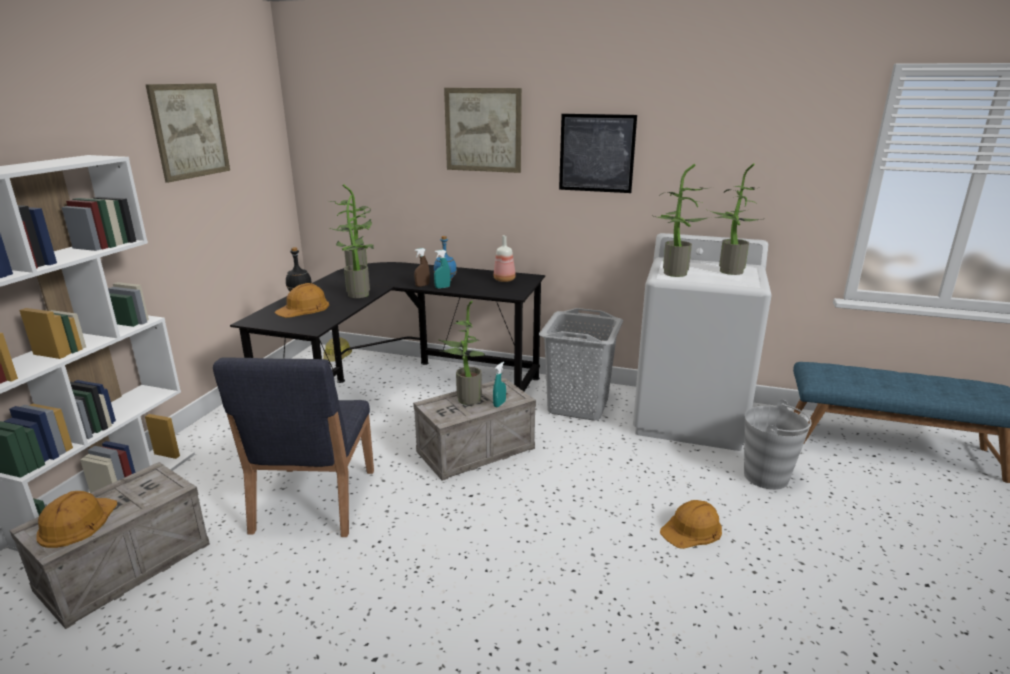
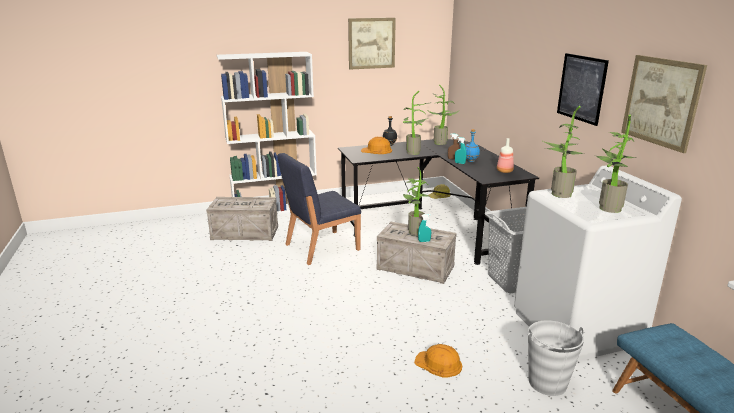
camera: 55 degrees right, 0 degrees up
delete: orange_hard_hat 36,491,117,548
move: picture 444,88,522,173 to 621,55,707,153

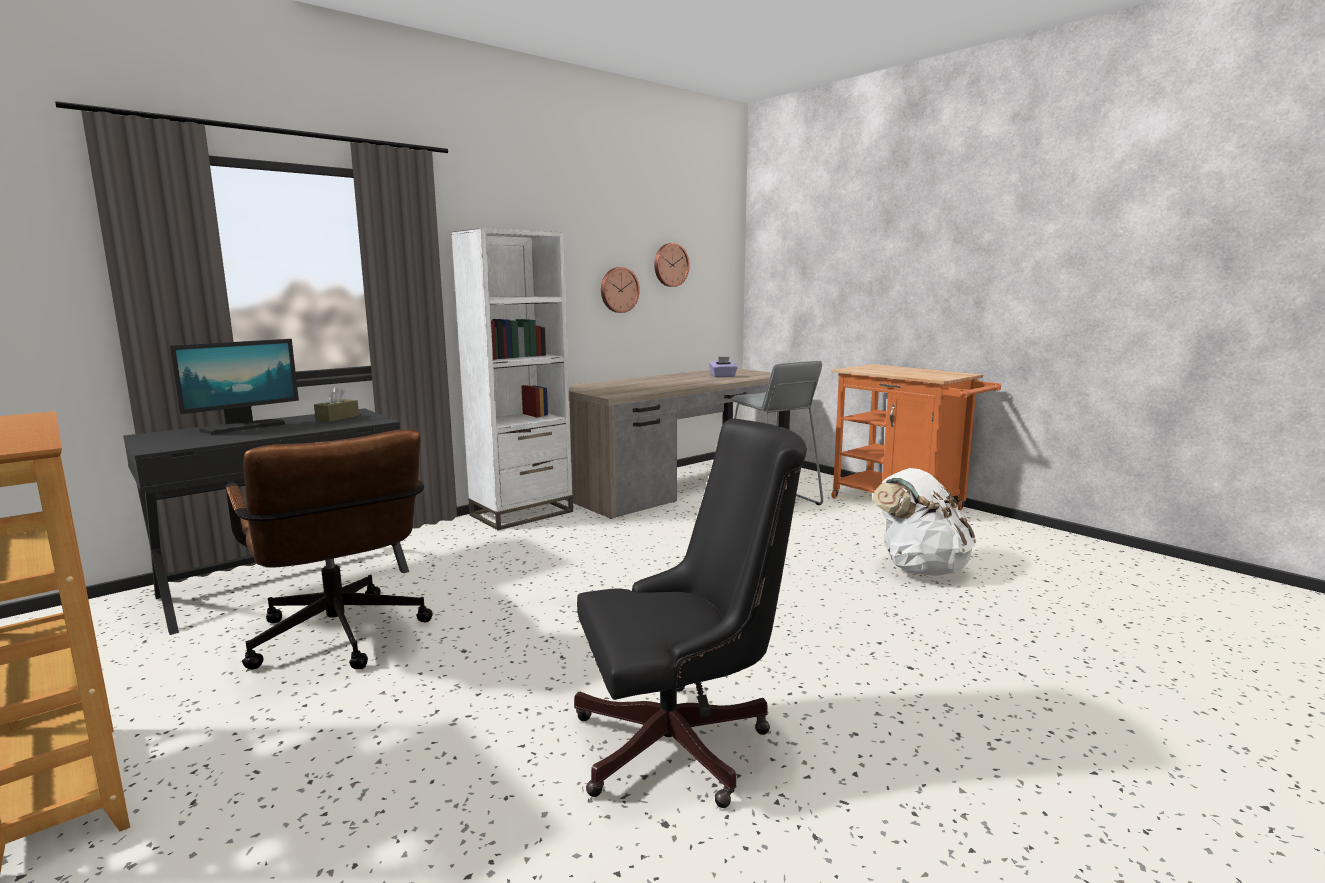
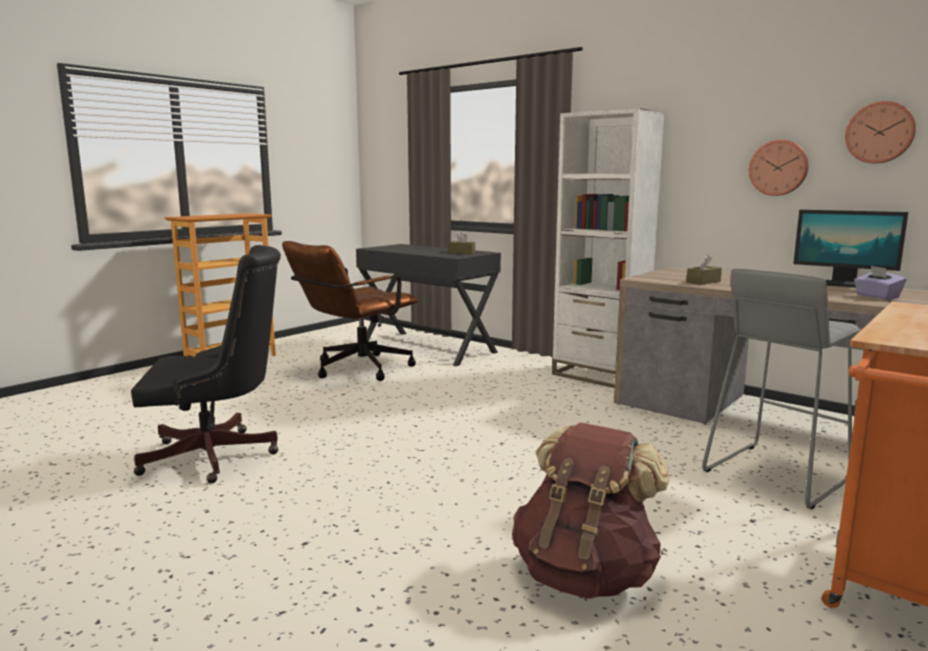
camera: 80 degrees right, 0 degrees up
insert: brown_tissue_box 686,254,722,285
move: monitor 169,339,299,435 to 793,210,908,288
recolor: white_backpack 872,468,976,576 to brown_backpack 512,422,670,599
rotate: black_office_chair 574,419,807,808 = 131,245,281,483 75 degrees counterclockwise

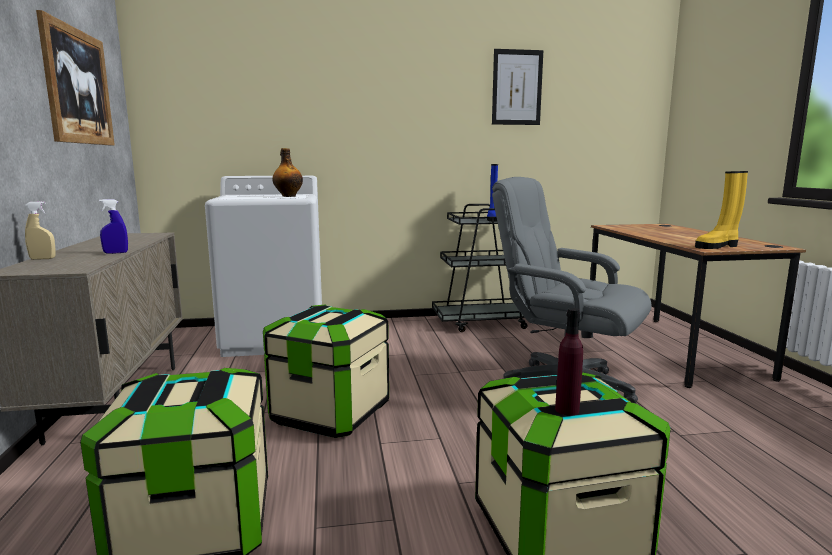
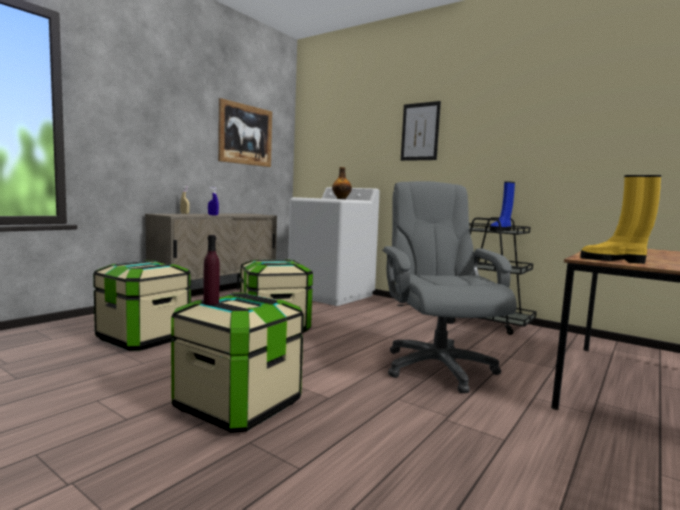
camera: 45 degrees right, 5 degrees down
move: picture 492,49,543,125 to 401,101,441,161

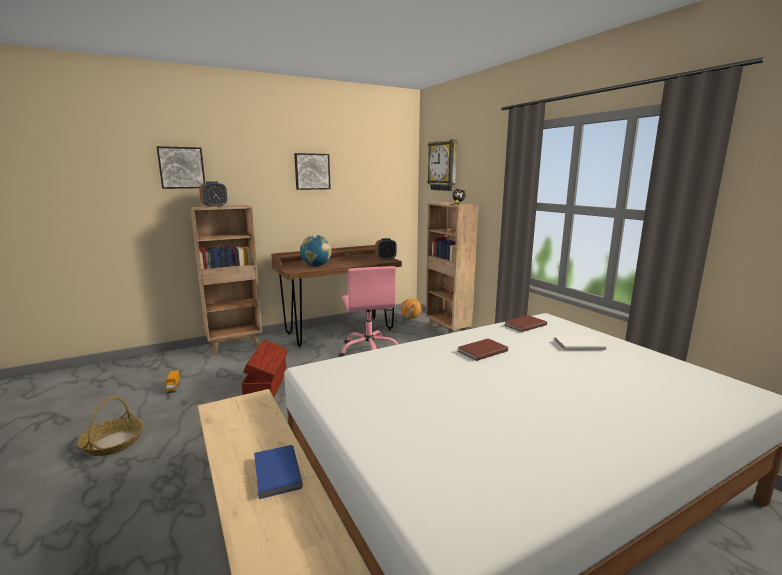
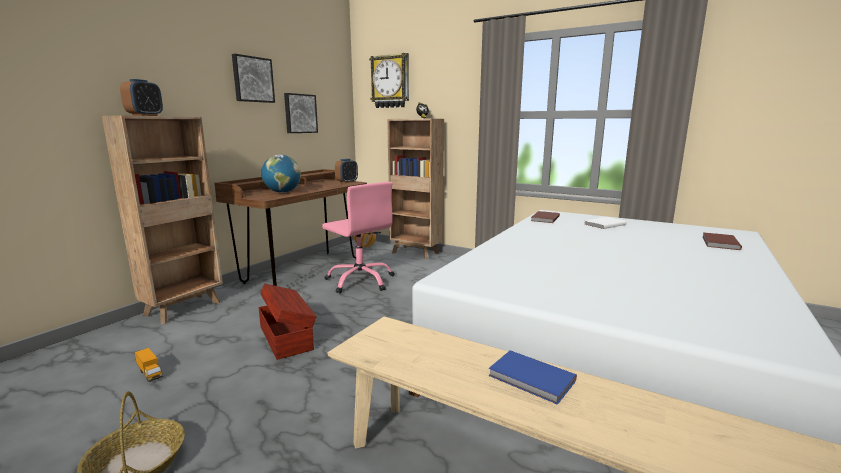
camera: 30 degrees left, 0 degrees up
move: picture 156,146,205,189 to 284,93,318,133; brown_book 458,338,508,361 to 702,232,742,250

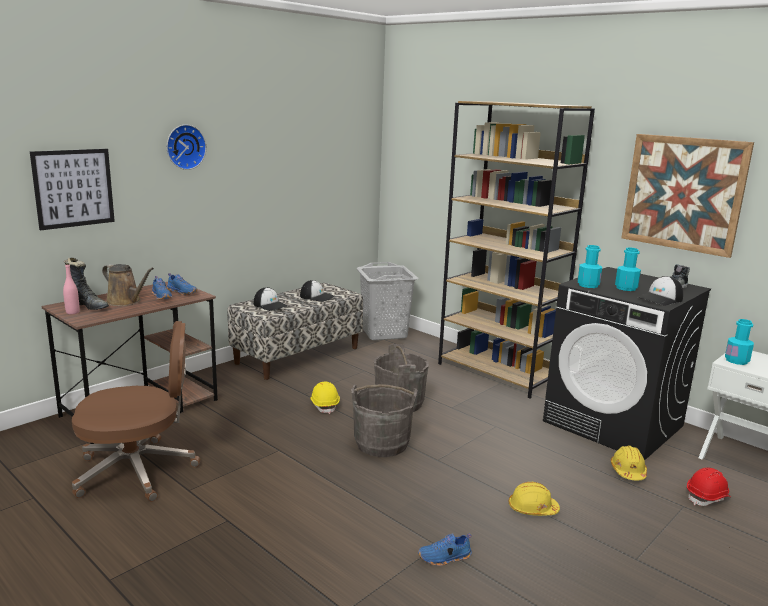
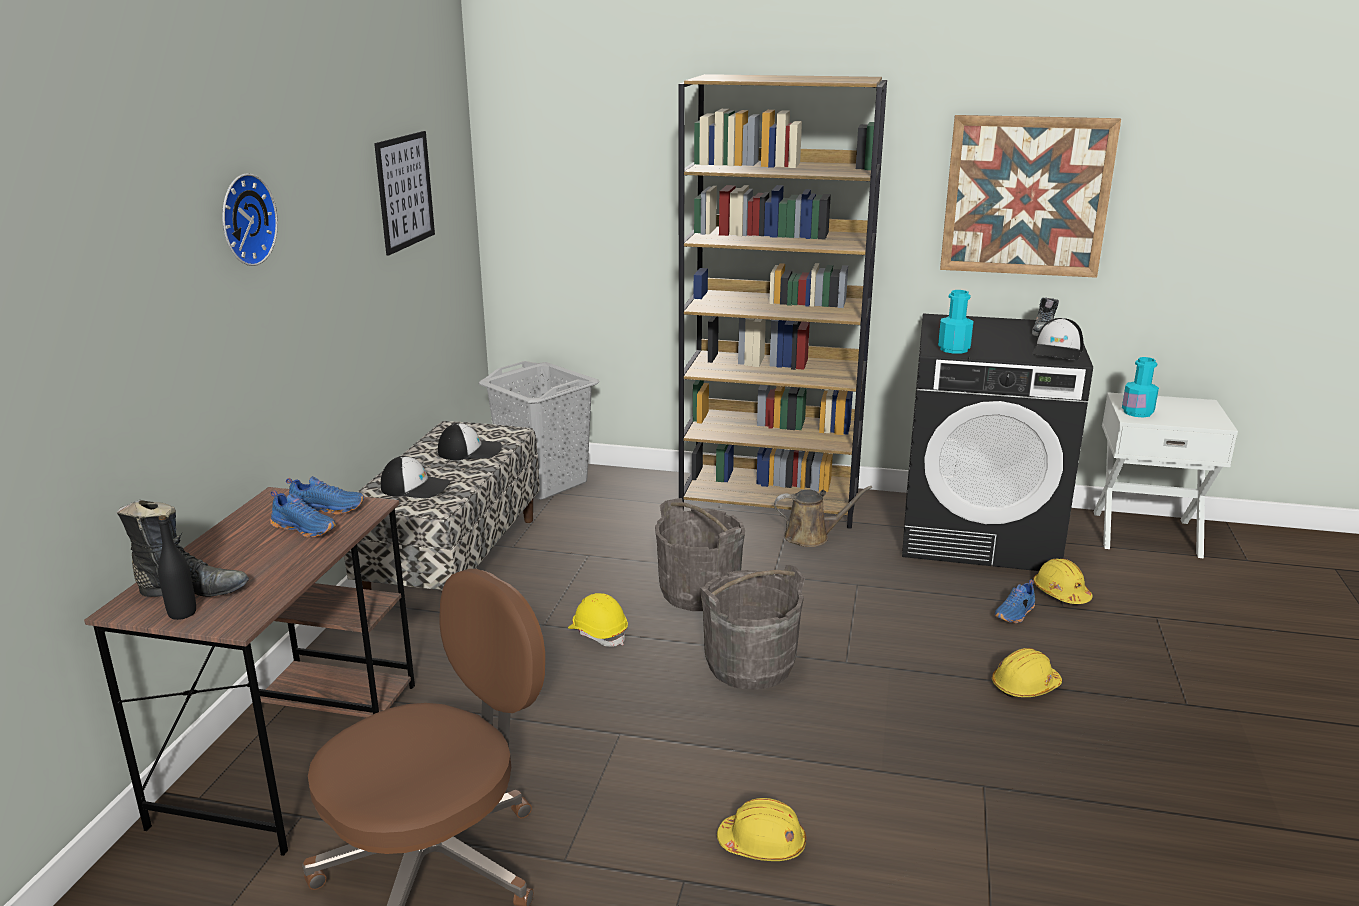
camera: 30 degrees left, 5 degrees up
delete: turquoise_bottle 615,248,641,291; red_hard_hat 687,468,731,506
insert: yellow_hard_hat 717,798,806,861
move: picture 30,149,115,230 to 374,131,435,255; brown_watering_can 102,264,154,306 to 774,486,872,547; blue_shoe 418,533,472,566 to 994,580,1035,623
recolor: pink_bottle 63,263,80,314 to black_bottle 158,515,196,620

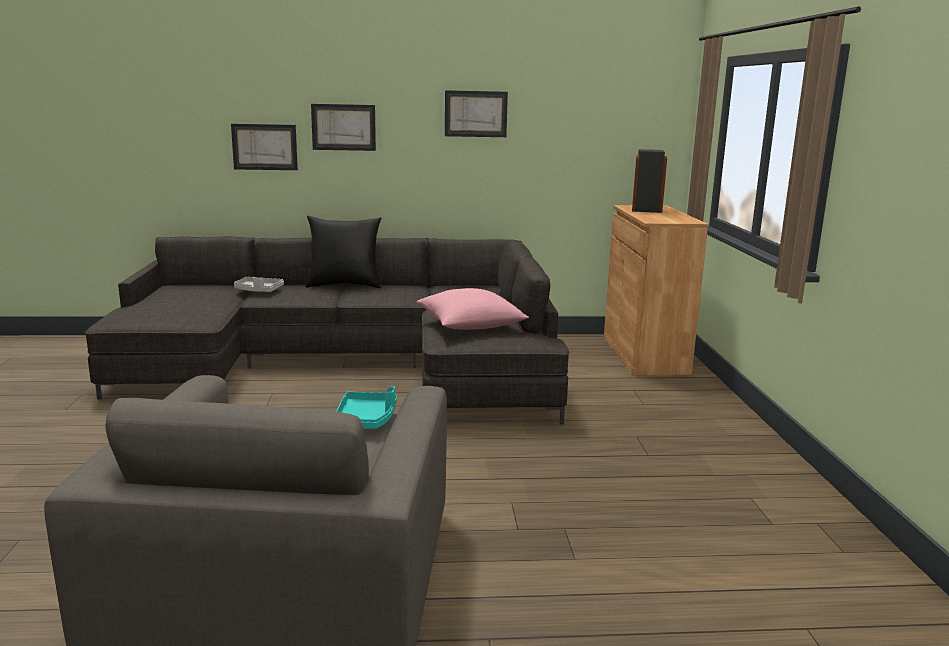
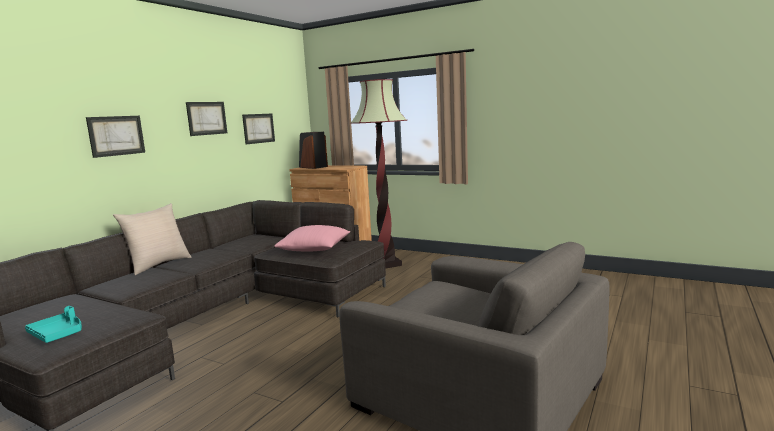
camera: 55 degrees left, 5 degrees down
delete: grey_tray 234,277,284,292
insert: floor_lamp 350,79,407,269
move: picture 231,124,298,170 to 242,114,275,145; turquoise_tray 337,386,397,429 to 25,306,82,343
recolor: black_pillow 305,216,381,288 to beige_pillow 113,203,192,275

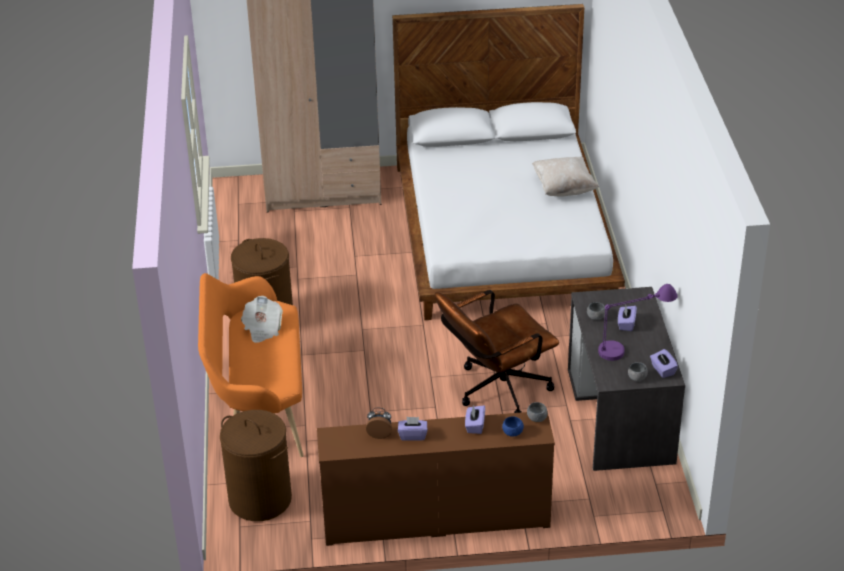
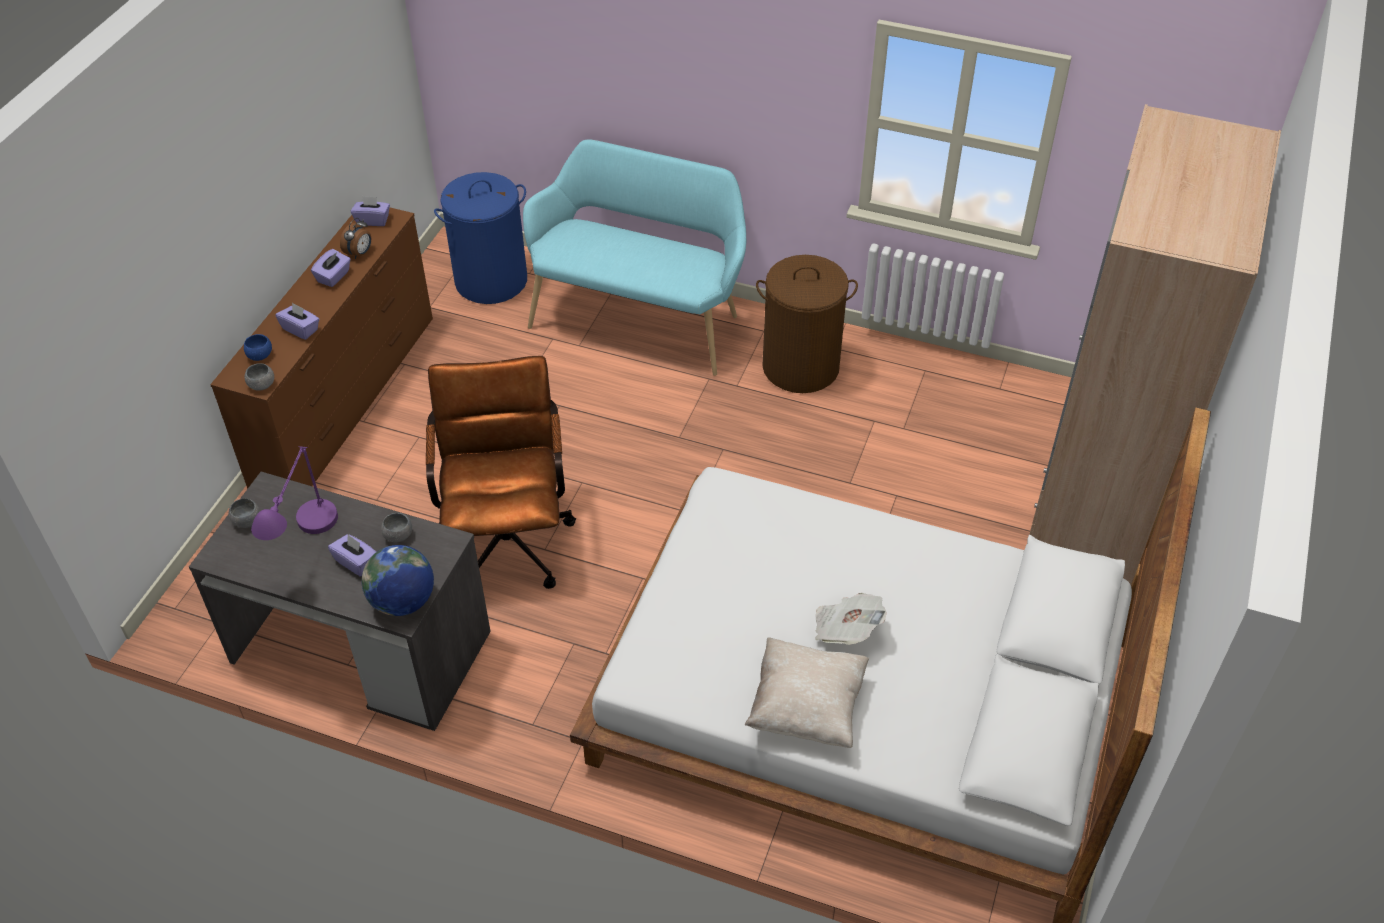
camera: 115 degrees right, 10 degrees up
insert: globe 362,545,434,616
move: newspaper 241,296,283,343 to 815,593,887,645; purple_tissue_box 650,349,678,378 to 351,196,390,226
recolor: orange_bench 198,273,304,457 to turquoise_bench 523,140,746,376; brown_laundry_basket 220,410,292,521 to blue_laundry_basket 434,172,527,304

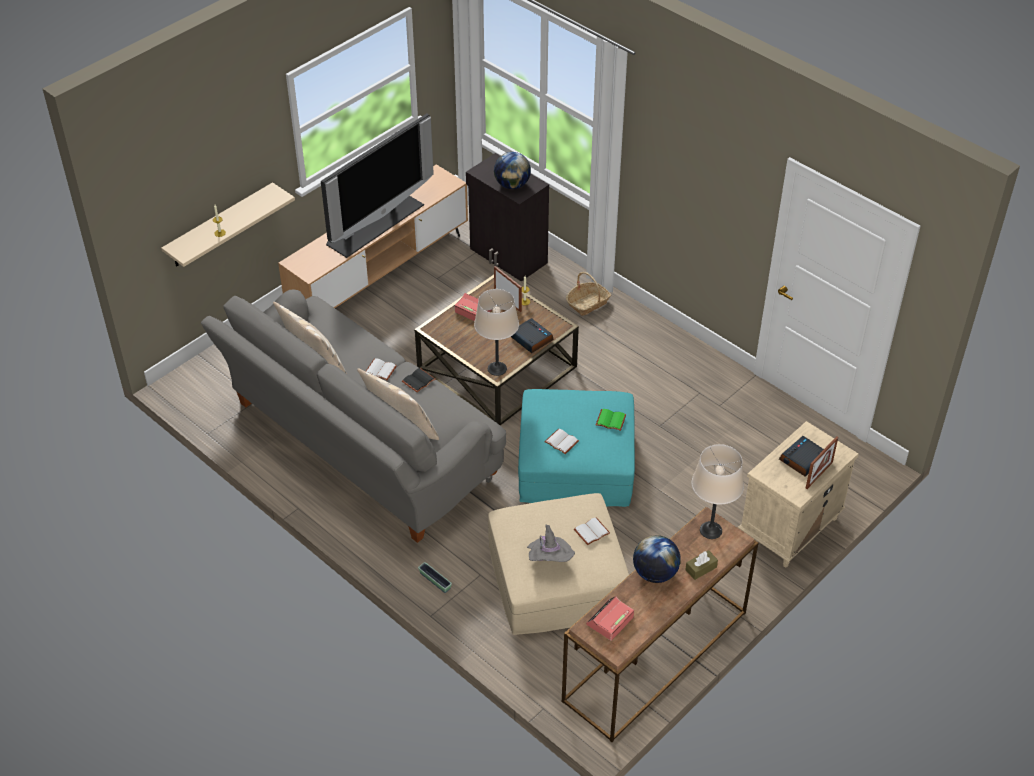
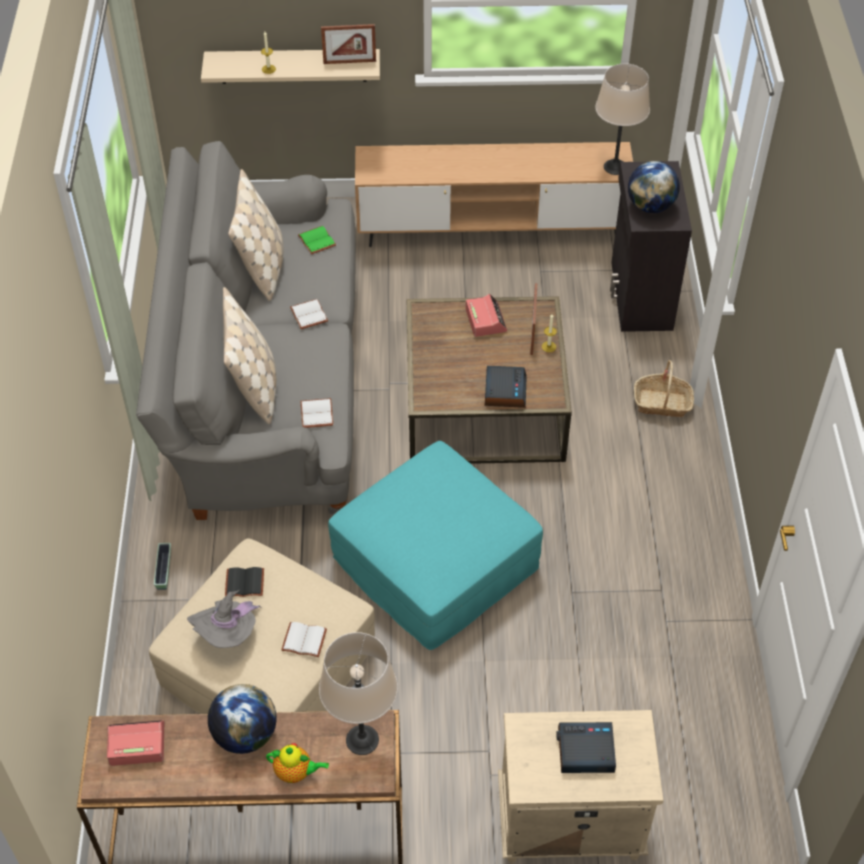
camera: 45 degrees right, 5 degrees up
delete: television 321,114,434,258
move: black_book 402,368,436,393 to 225,567,264,597; beige_table_lamp 474,289,519,376 to 595,64,650,175; white_book 545,429,579,454 to 300,398,333,428; green_book 596,409,626,431 to 298,226,336,254; picture_frame 805,436,838,489 to 321,24,376,64
replace: brown_tissue_box 685,550,718,580 to teapot 266,743,329,783

